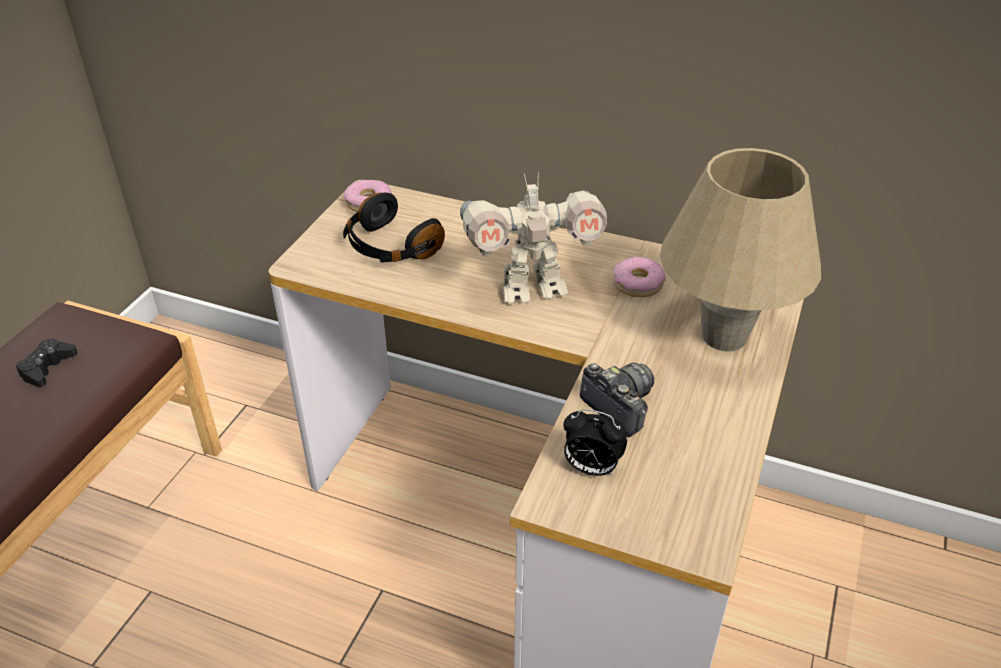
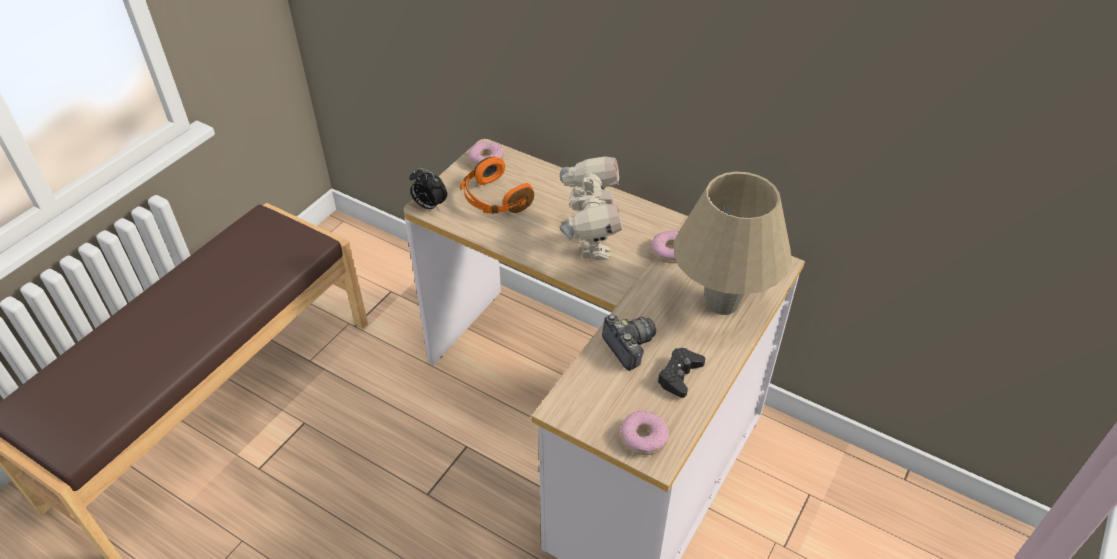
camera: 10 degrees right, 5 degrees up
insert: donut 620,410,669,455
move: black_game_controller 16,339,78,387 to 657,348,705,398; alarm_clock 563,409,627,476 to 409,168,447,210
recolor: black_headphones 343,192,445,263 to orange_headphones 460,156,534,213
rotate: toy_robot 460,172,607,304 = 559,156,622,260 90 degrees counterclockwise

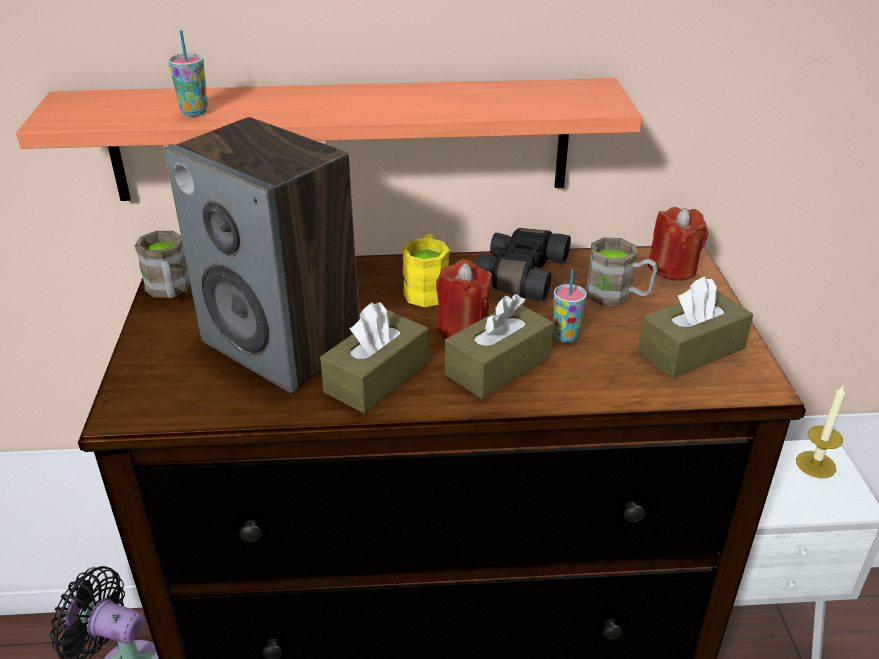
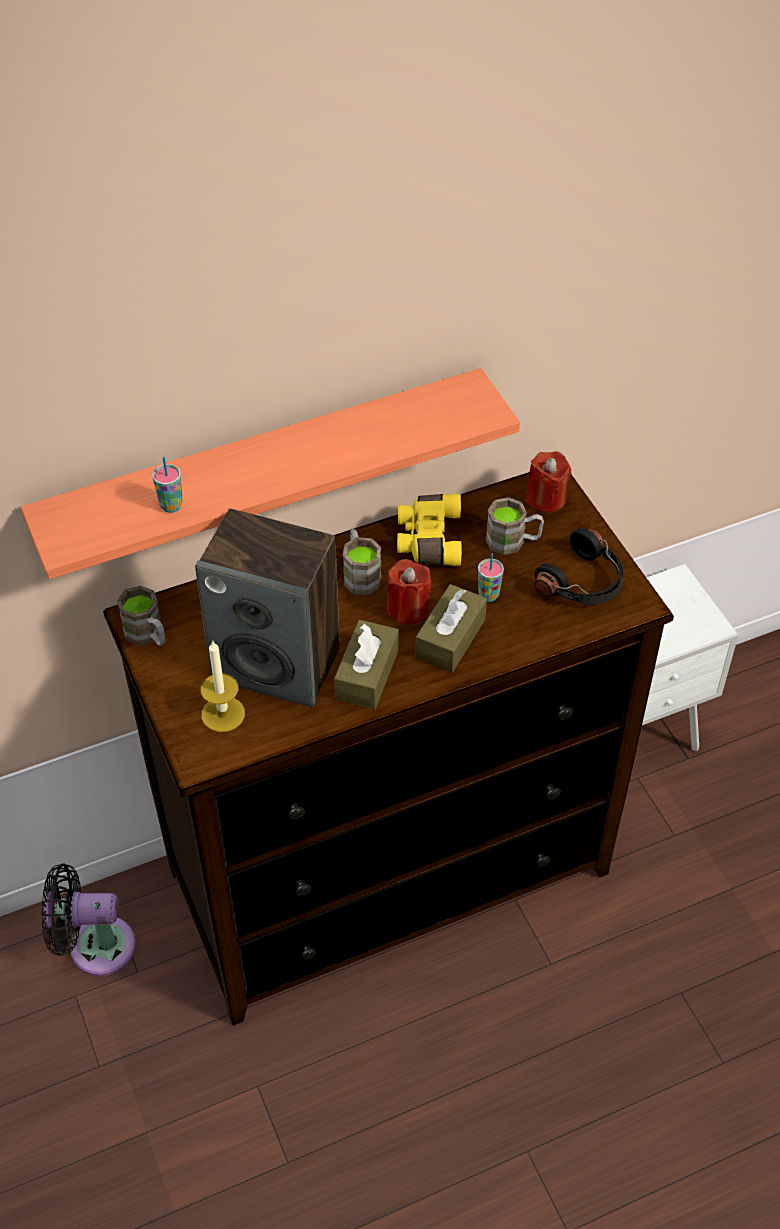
camera: 20 degrees left, 15 degrees up
move: candle 796,384,845,478 to 201,641,245,732
replace: brown_tissue_box 638,276,753,378 to black_headphones 534,528,624,604
recolor: yellow_mug 402,234,450,307 to brown_mug 343,529,382,595; black_binoculars 476,228,571,301 to yellow_binoculars 397,494,462,566

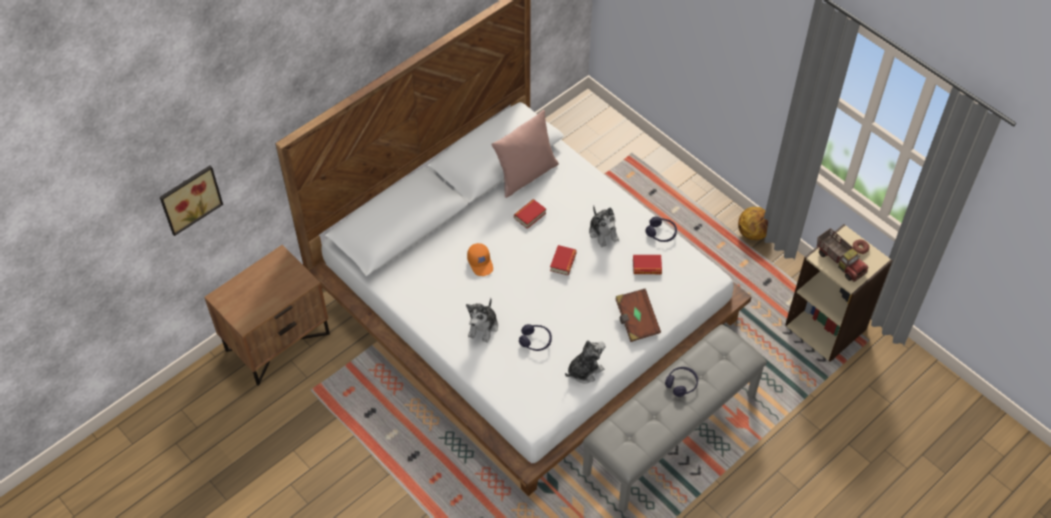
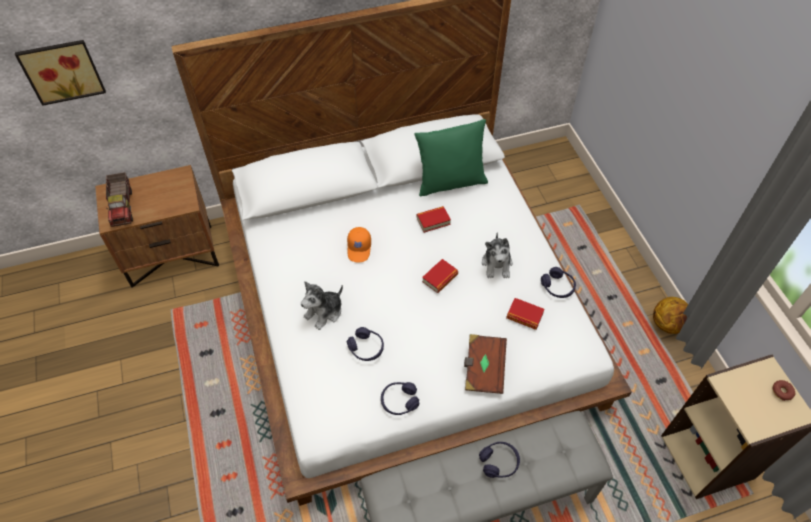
camera: 25 degrees right, 0 degrees up
move: toy_truck 817,228,869,282 to 106,172,133,227
replace: plush_toy 565,340,605,384 to purple_headphones 381,382,419,415
recolor: pink_pillow 492,110,559,198 to green_pillow 415,119,488,196

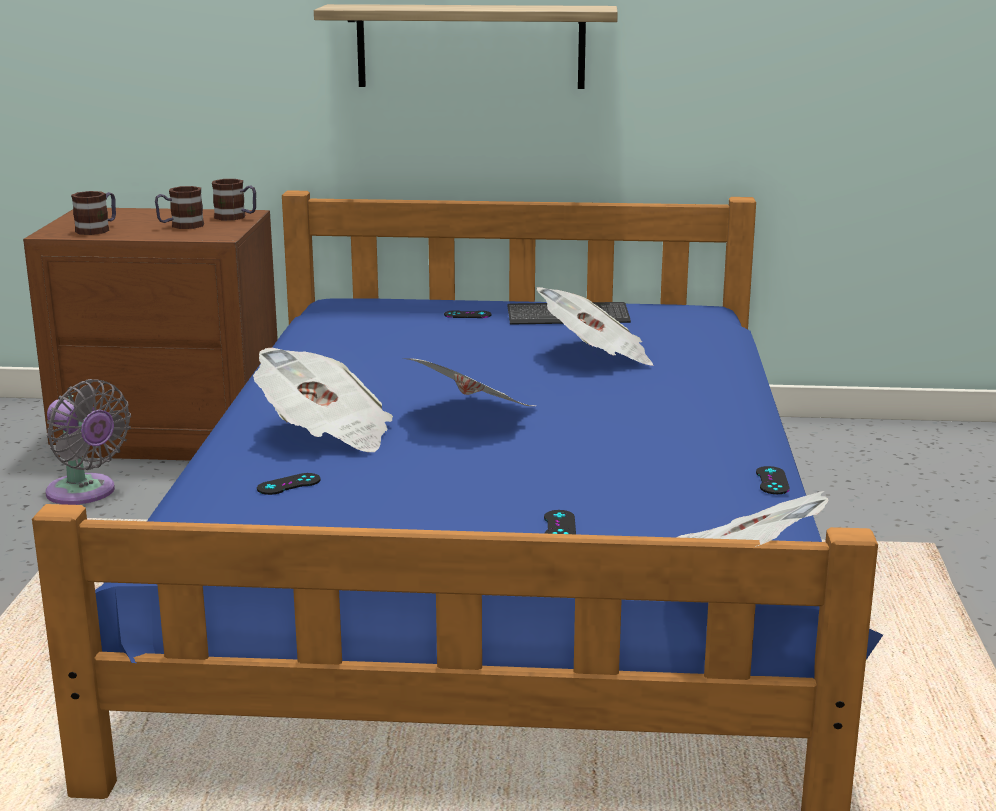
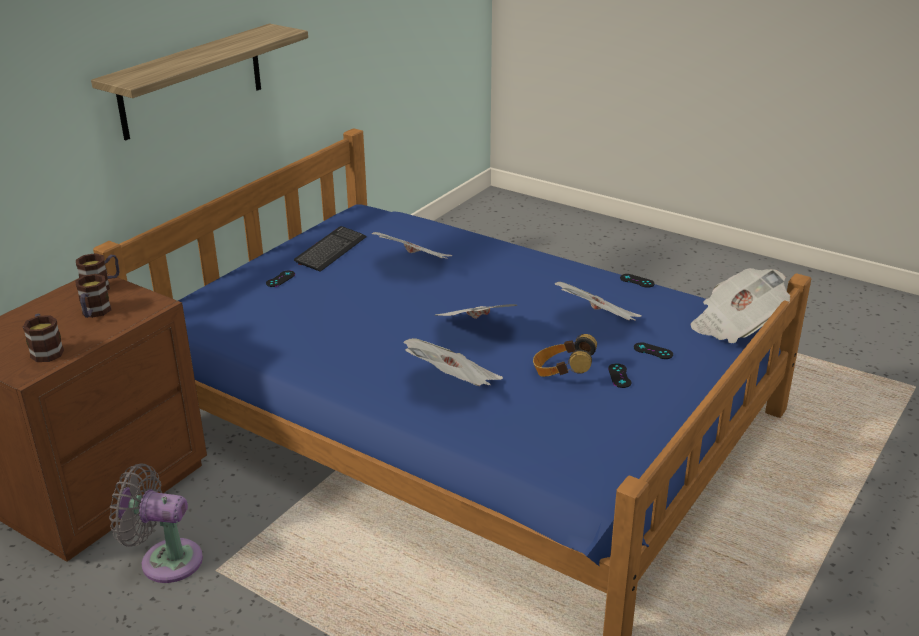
camera: 60 degrees left, 10 degrees up
insert: headphones 533,334,597,377; newspaper 555,282,641,320
move: black_game_controller 257,473,321,495 to 608,364,631,388
rotate: grey_fan 46,379,131,505 = 109,464,203,583 150 degrees counterclockwise

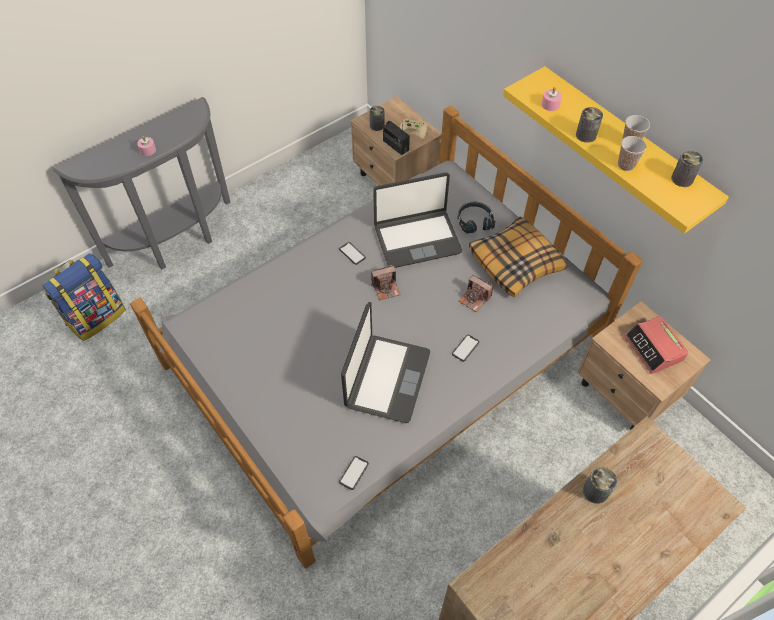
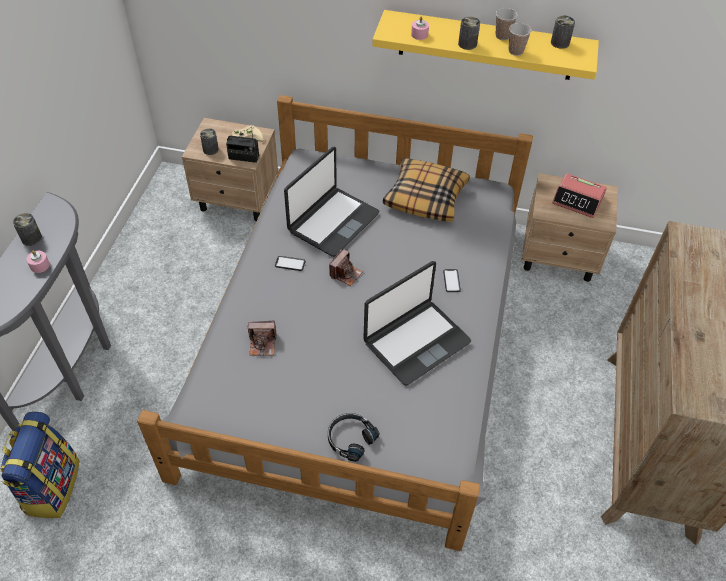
camera: 40 degrees left, 5 degrees down
delete: phone 339,456,369,490
move: black_headphones 458,201,495,234 to 328,413,379,462; photo_camera 459,275,494,312 to 247,321,276,356; can 583,467,617,504 to 13,213,42,246
rotate: laptop 341,302,430,423 = 363,261,471,386 75 degrees clockwise

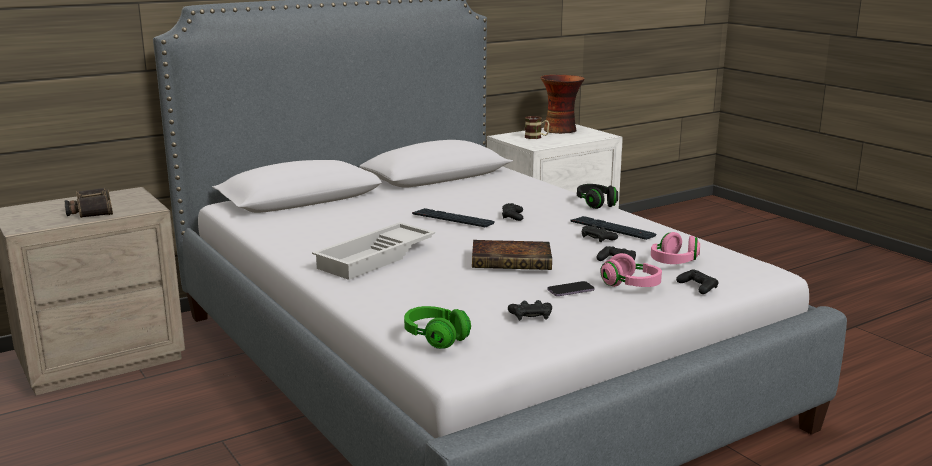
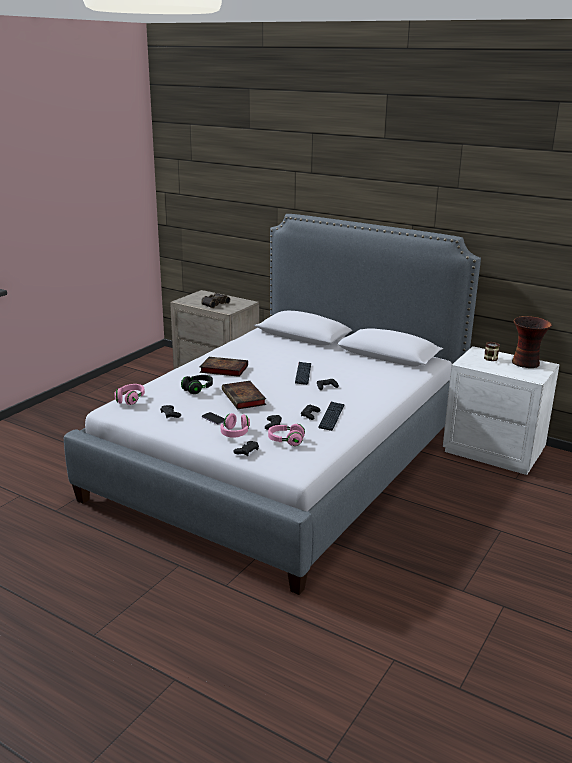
camera: 65 degrees right, 5 degrees up
move: black_headphones 577,184,618,209 to 181,375,213,394
replace: white_tray 312,222,435,280 to book 200,357,248,377
recolor: green_headphones 404,306,471,349 to pink_headphones 114,384,145,405

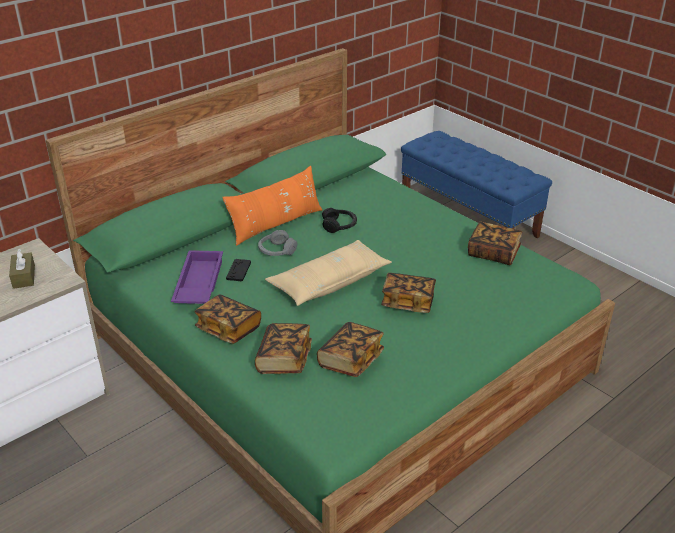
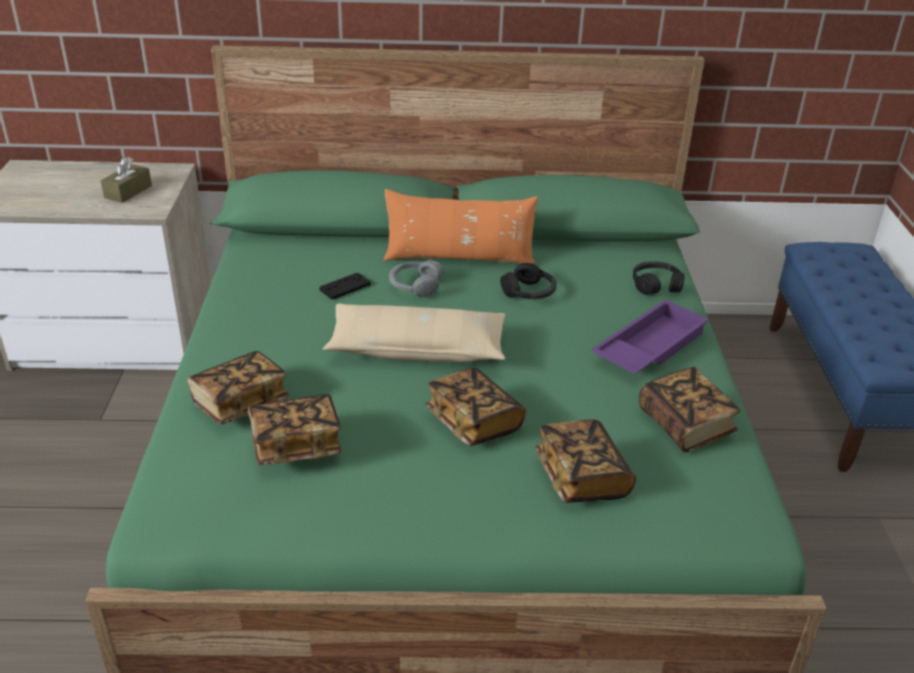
camera: 40 degrees right, 0 degrees up
insert: black_headphones 633,261,685,295
move: purple_tray 171,250,223,304 to 592,299,709,374; book 195,294,261,344 to 535,419,636,503

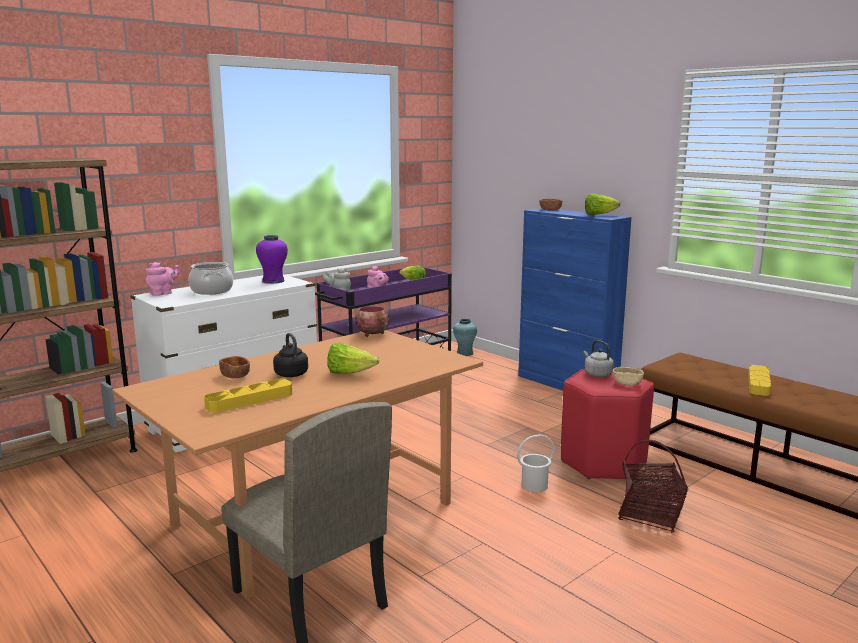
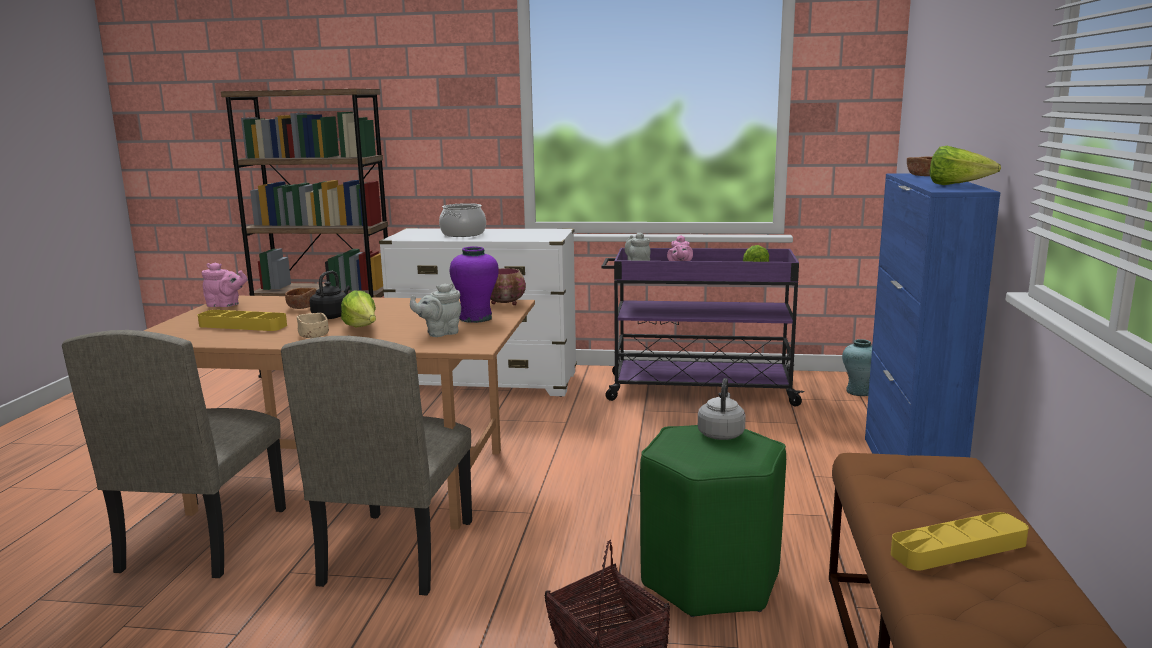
camera: 50 degrees right, 0 degrees up
delete: white_bucket 517,434,554,492
insert: beige_chair 281,336,472,596; grey_teapot 410,283,461,337
move: pink_teapot 145,262,180,296 to 202,262,247,307; purple_vase 256,235,288,284 to 450,246,499,323; beige_bowl 613,367,644,386 to 297,313,329,338
recolor: red_stool 561,369,654,479 to green_stool 640,425,786,617

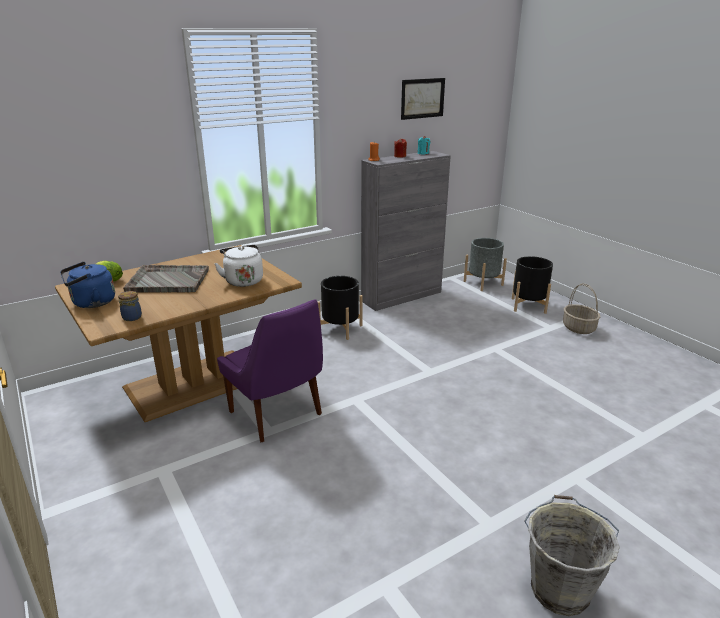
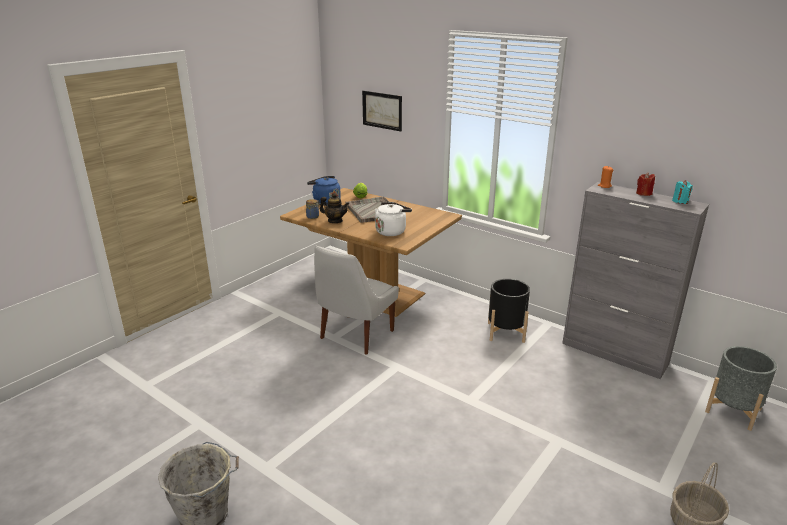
camera: 70 degrees right, 0 degrees up
delete: black_planter 512,256,553,314
insert: teapot 320,193,349,223
move: picture 401,78,445,120 to 362,91,402,131
recolor: purple_chair 217,299,323,442 to white_chair 314,246,399,355

